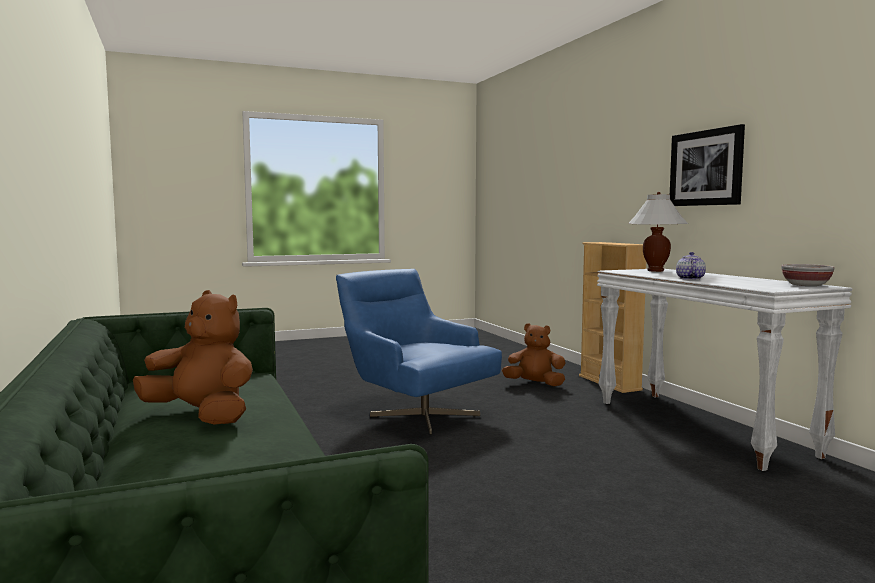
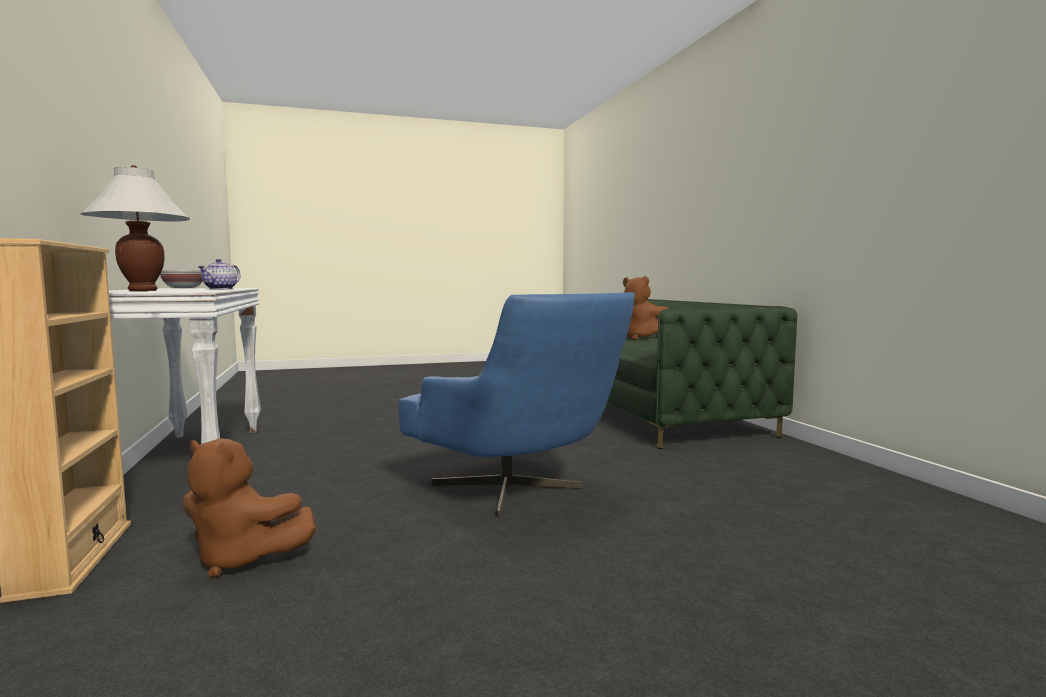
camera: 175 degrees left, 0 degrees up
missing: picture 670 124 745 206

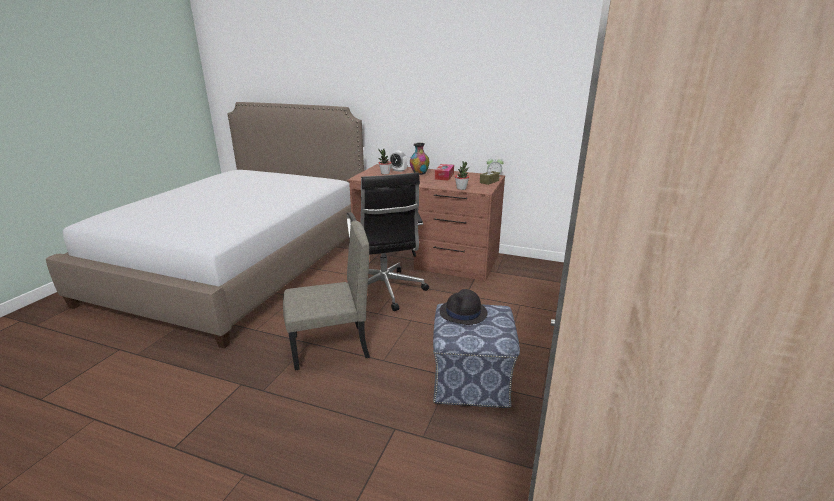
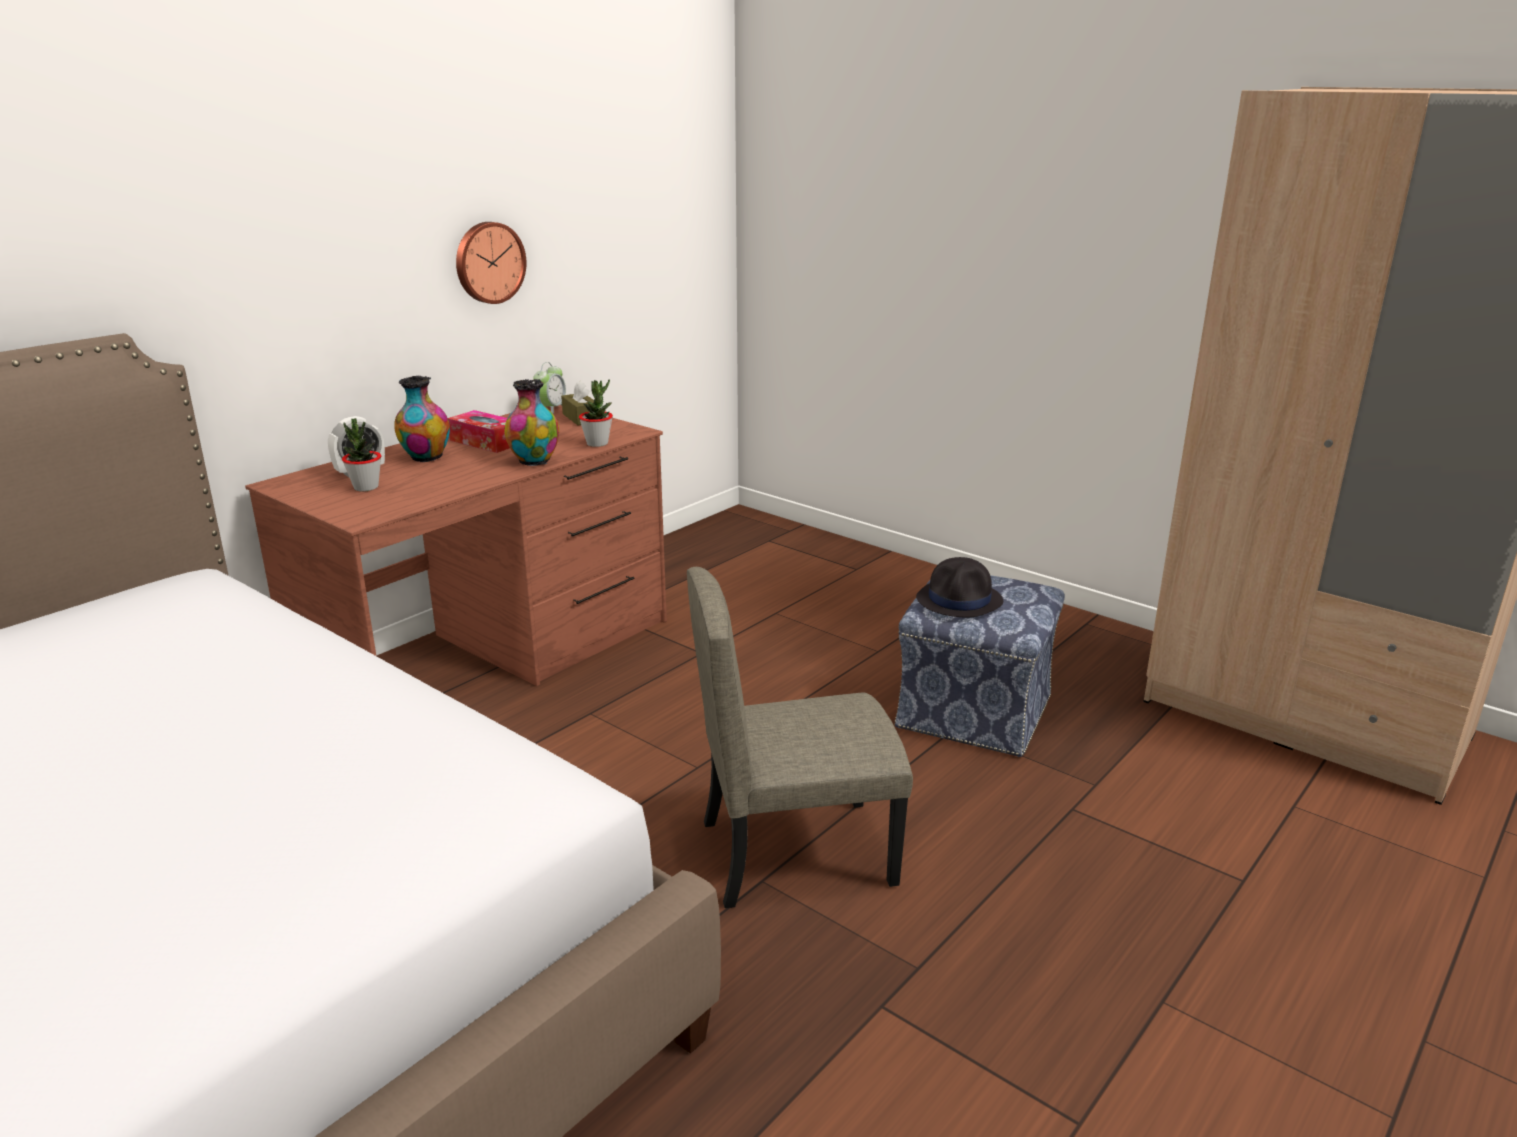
camera: 70 degrees left, 0 degrees up
missing: black office chair 347 172 429 311
appeared: wall clock 456 222 526 304; vase 504 379 559 466
spun: beige chair 283 221 370 370 = 687 567 913 908 105 degrees counterclockwise

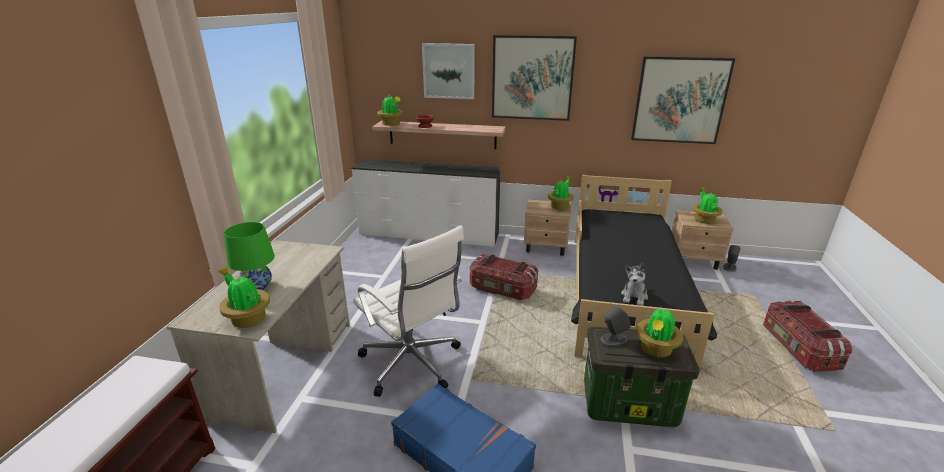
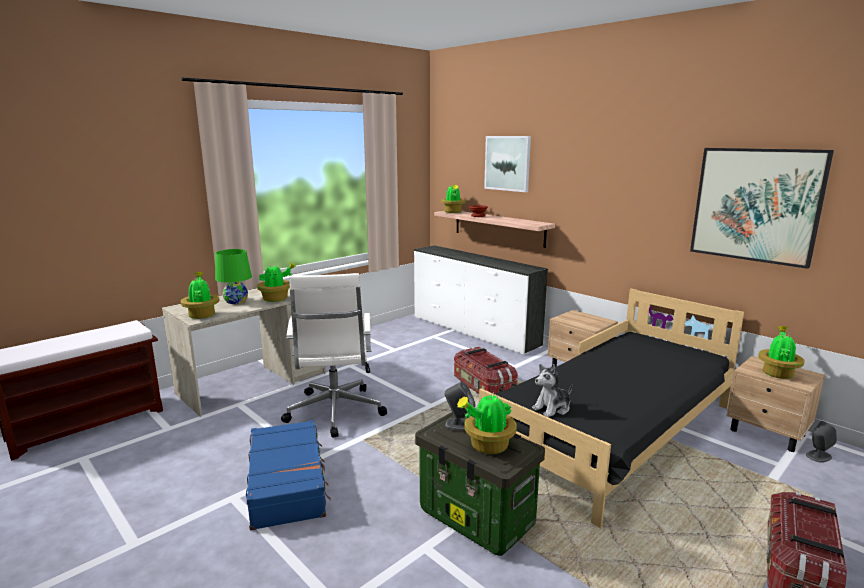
camera: 35 degrees right, 10 degrees down
missing: picture 492 35 577 121
relocated: potted plant 548 176 574 210 to 257 262 296 302

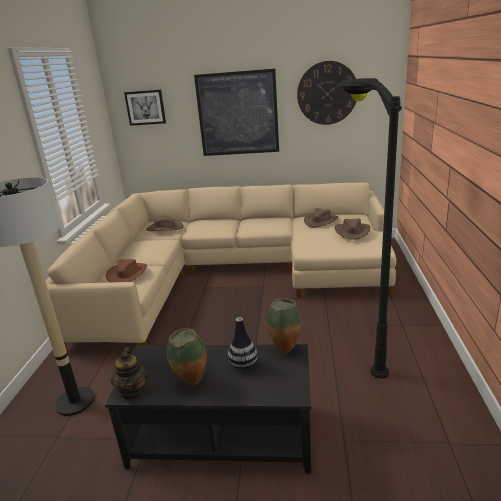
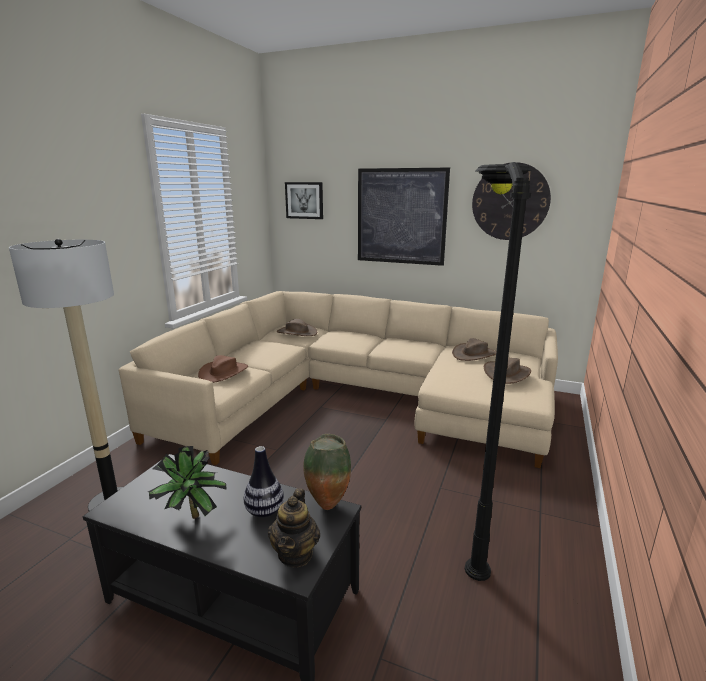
camera: 15 degrees right, 5 degrees down
relocated: teapot 110 347 149 400 to 268 488 320 567
exchanged: vase 167 328 207 385 to potted plant 148 446 227 519

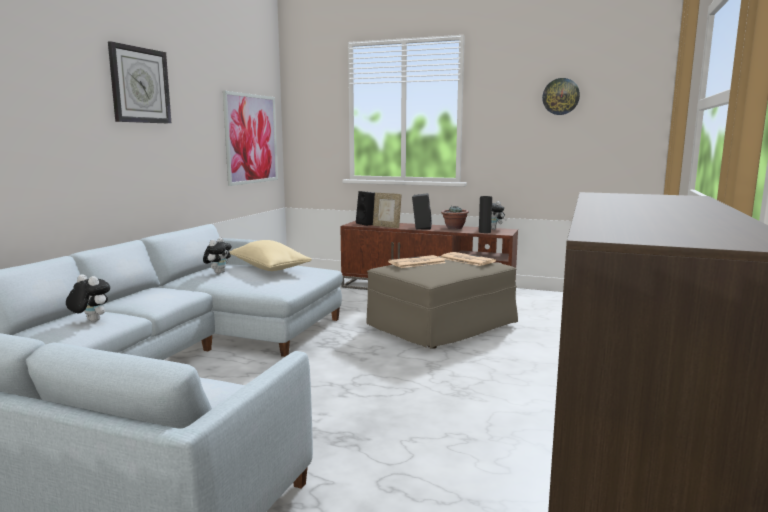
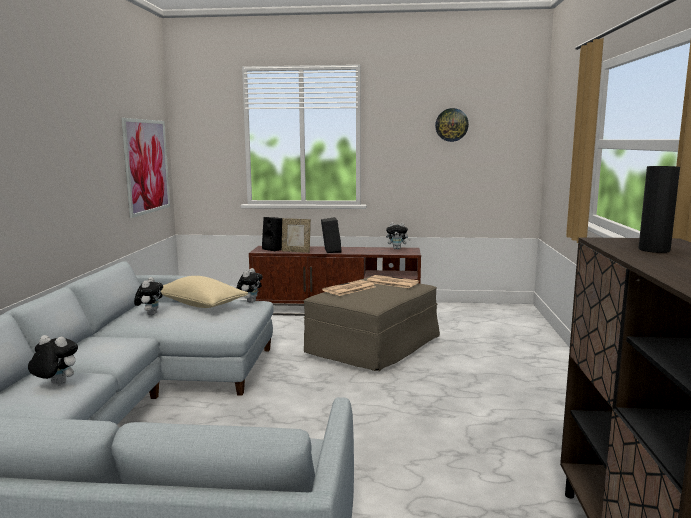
camera: 15 degrees left, 0 degrees up
missing: wall clock 108 41 171 124; potted plant 441 206 469 229
appeared: plush toy 237 268 263 303
relocated: black vase 479 196 492 233 to 638 166 680 253

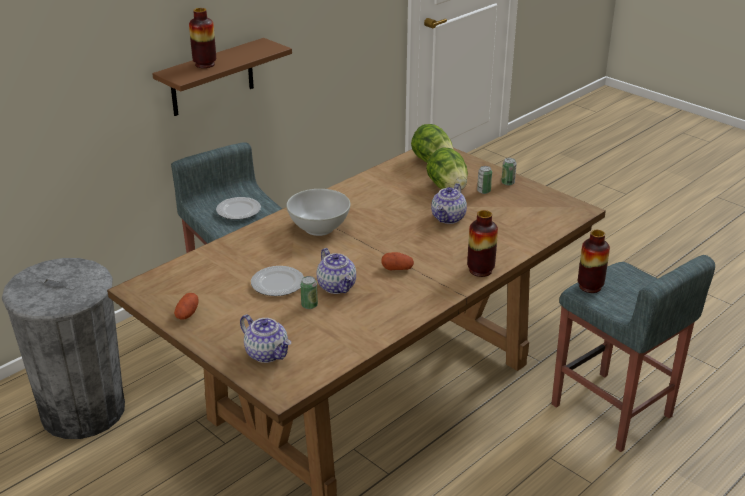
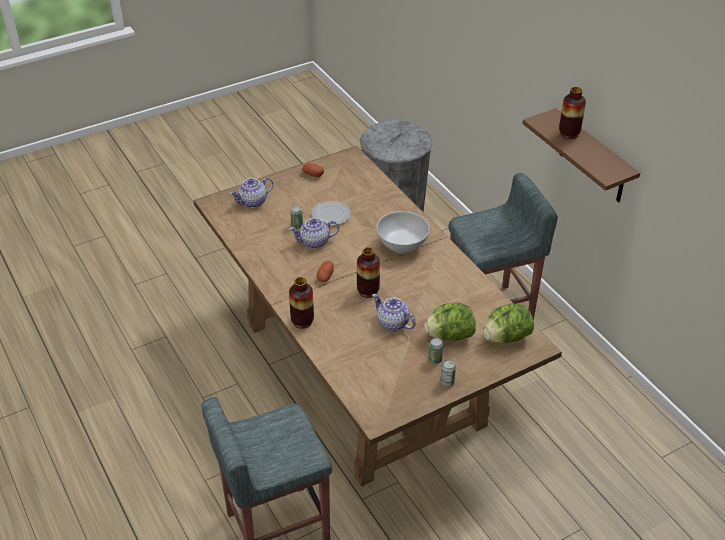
camera: 105 degrees right, 10 degrees up
missing: plate 216 197 261 220
relocated: vase 578 230 610 293 to 357 247 380 298

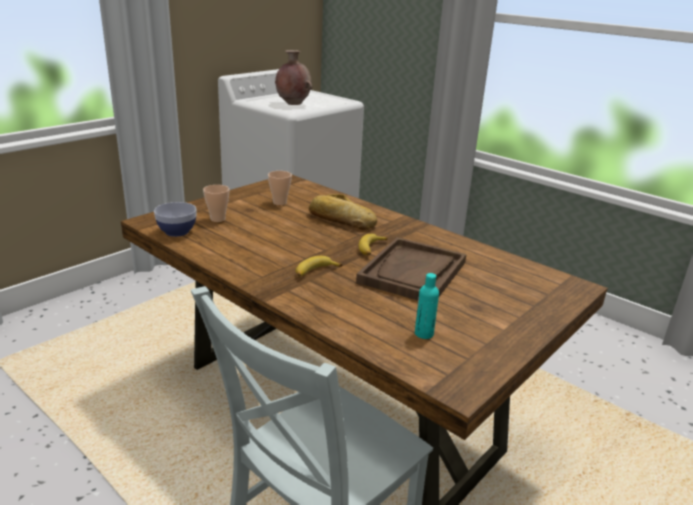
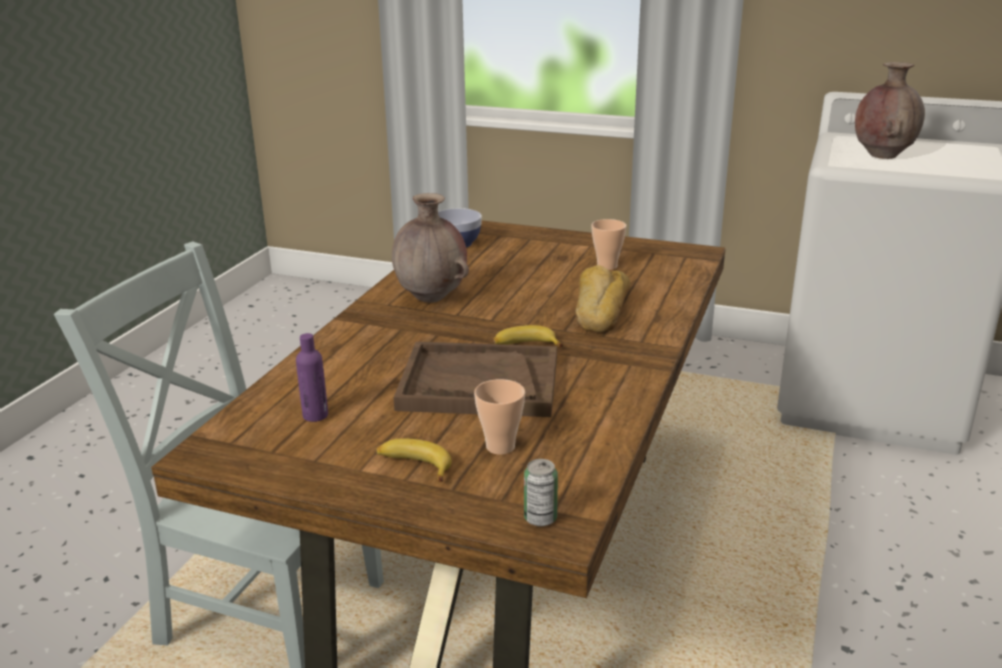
camera: 70 degrees right, 0 degrees up
appeared: brown vase 392 193 469 303; can 524 459 558 526
relocated: cup 203 185 229 222 to 474 379 525 455; banana 296 256 342 277 to 376 438 452 482
colour: turquoise bottle 415 273 439 339 to purple bottle 296 333 328 422

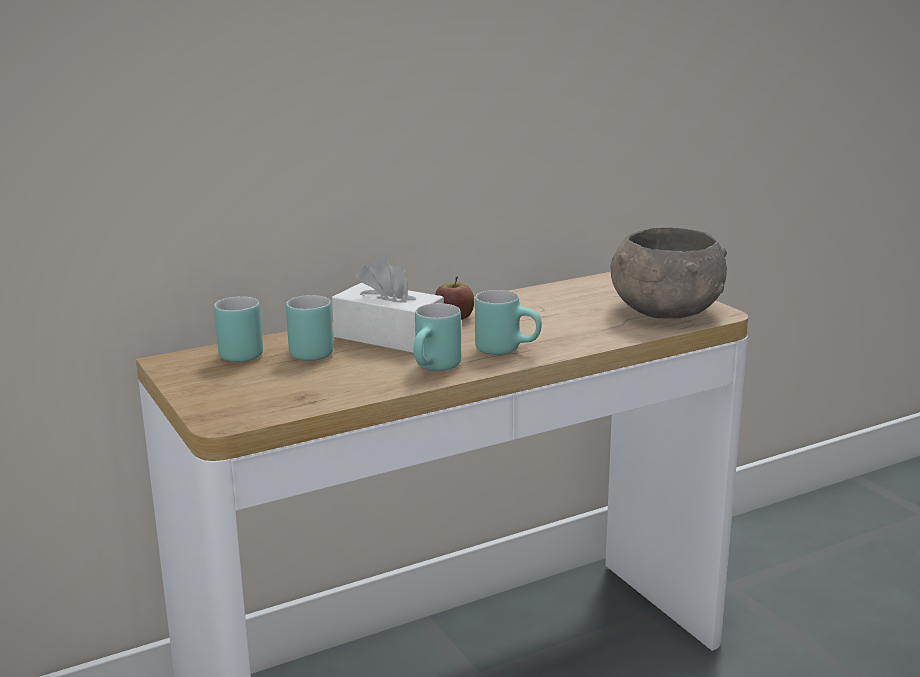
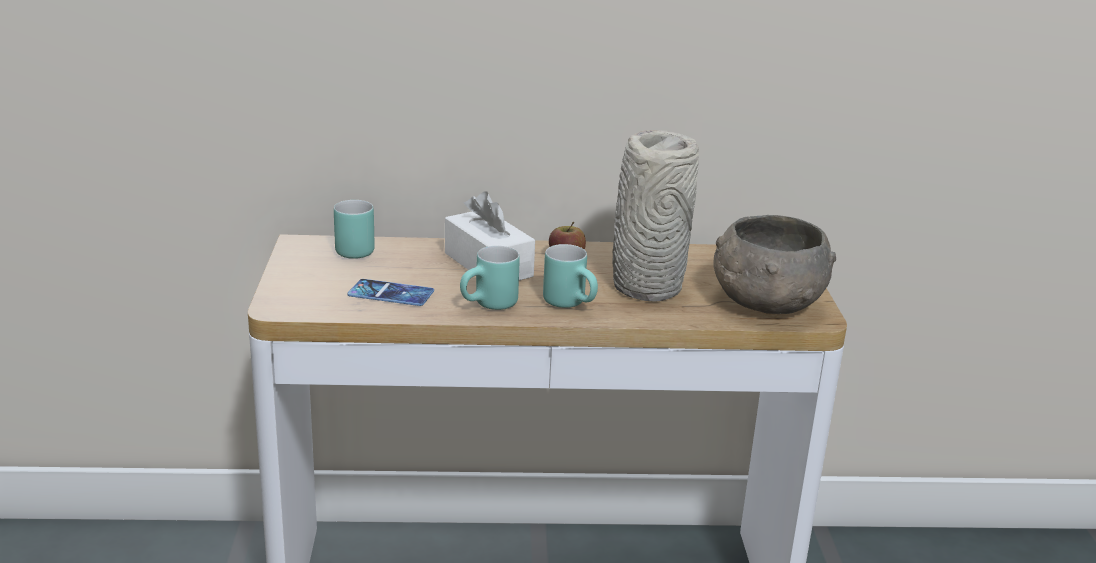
camera: 25 degrees right, 5 degrees up
missing: turquoise mug 286 295 333 361
appeared: phone 347 279 434 306; grey vase 612 130 699 302

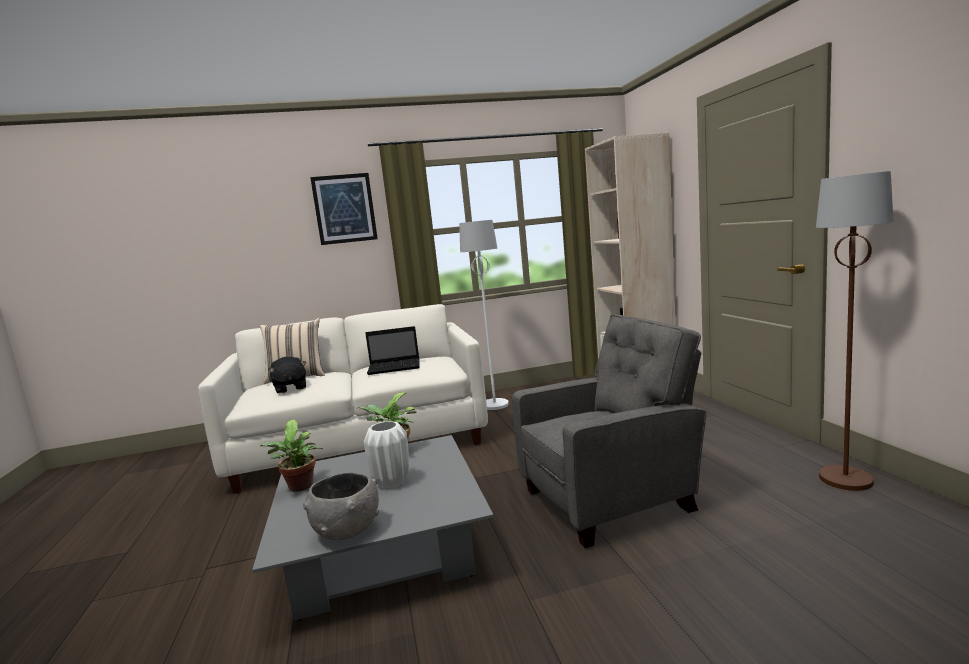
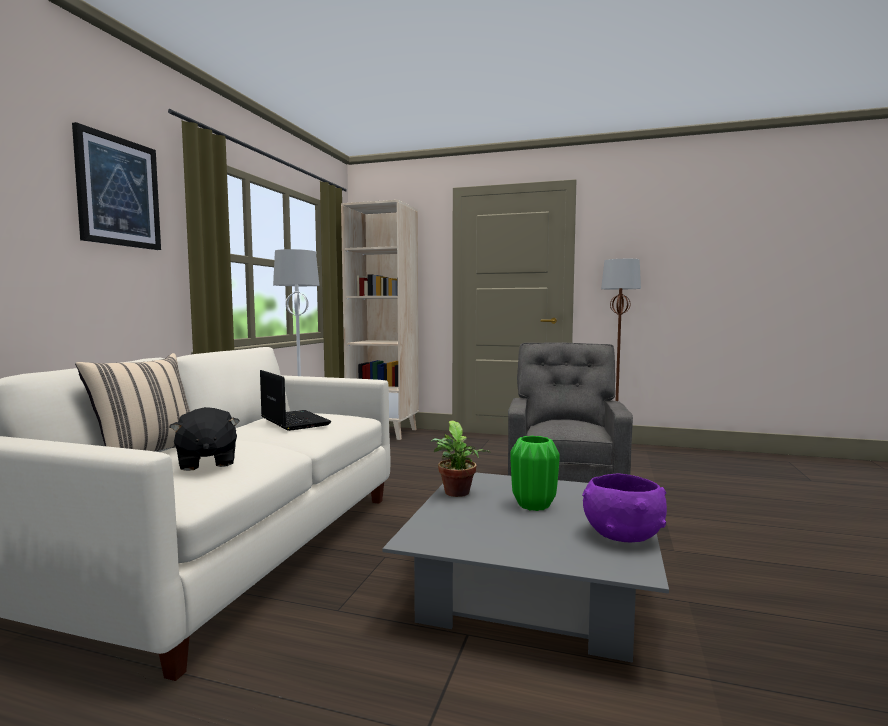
camera: 60 degrees left, 5 degrees down
missing: potted plant 260 420 323 492
colour: grey bowl 303 473 379 540 to purple bowl 582 473 667 543; white vase 364 421 409 488 to green vase 511 436 560 511
spun: black plush toy 268 357 307 394 = 169 407 240 471 60 degrees clockwise; laptop 365 326 420 375 = 260 370 331 431 60 degrees counterclockwise

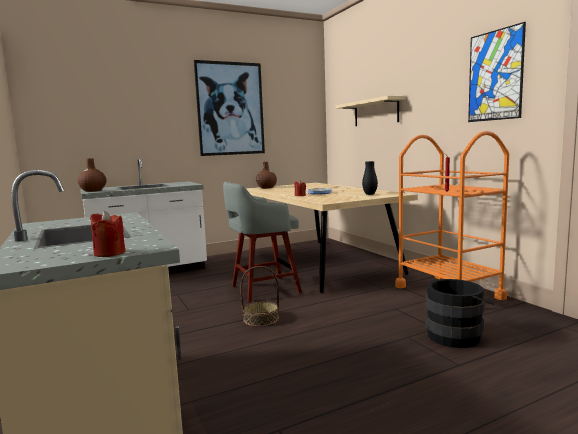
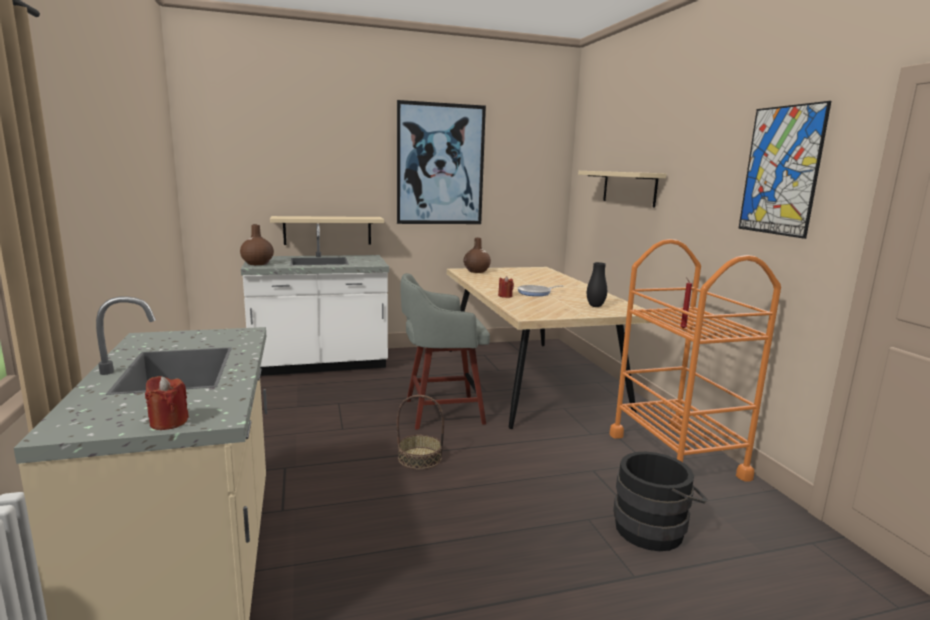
camera: 10 degrees right, 5 degrees up
appeared: beige shelf 270 216 384 245

